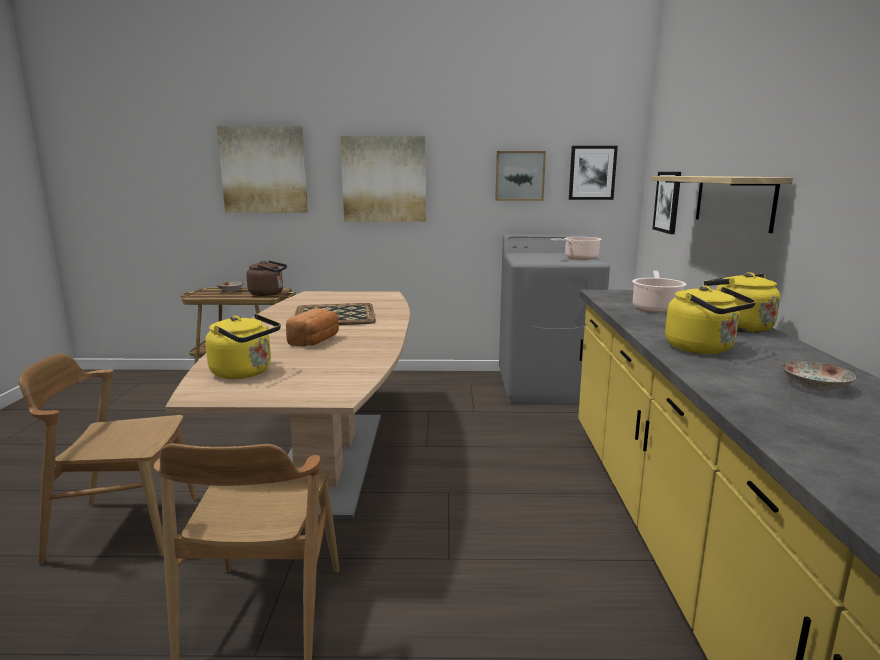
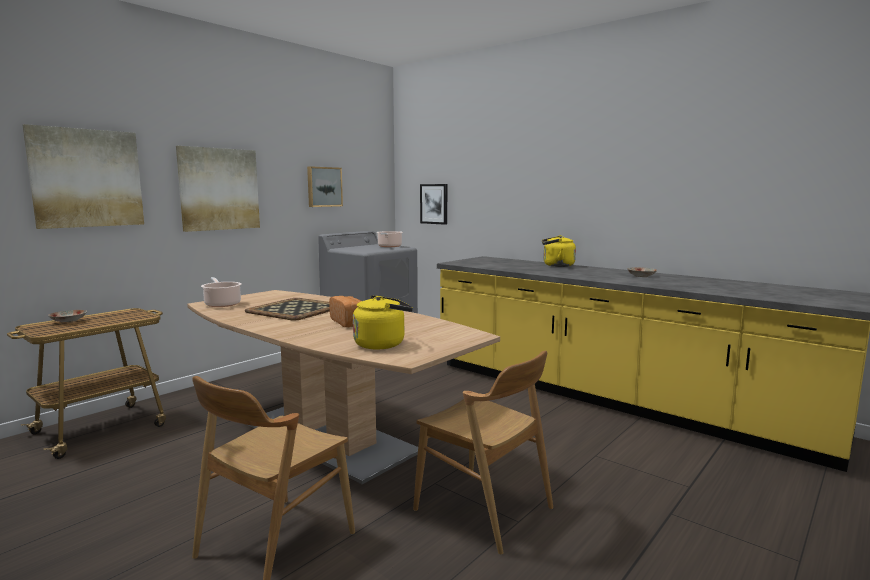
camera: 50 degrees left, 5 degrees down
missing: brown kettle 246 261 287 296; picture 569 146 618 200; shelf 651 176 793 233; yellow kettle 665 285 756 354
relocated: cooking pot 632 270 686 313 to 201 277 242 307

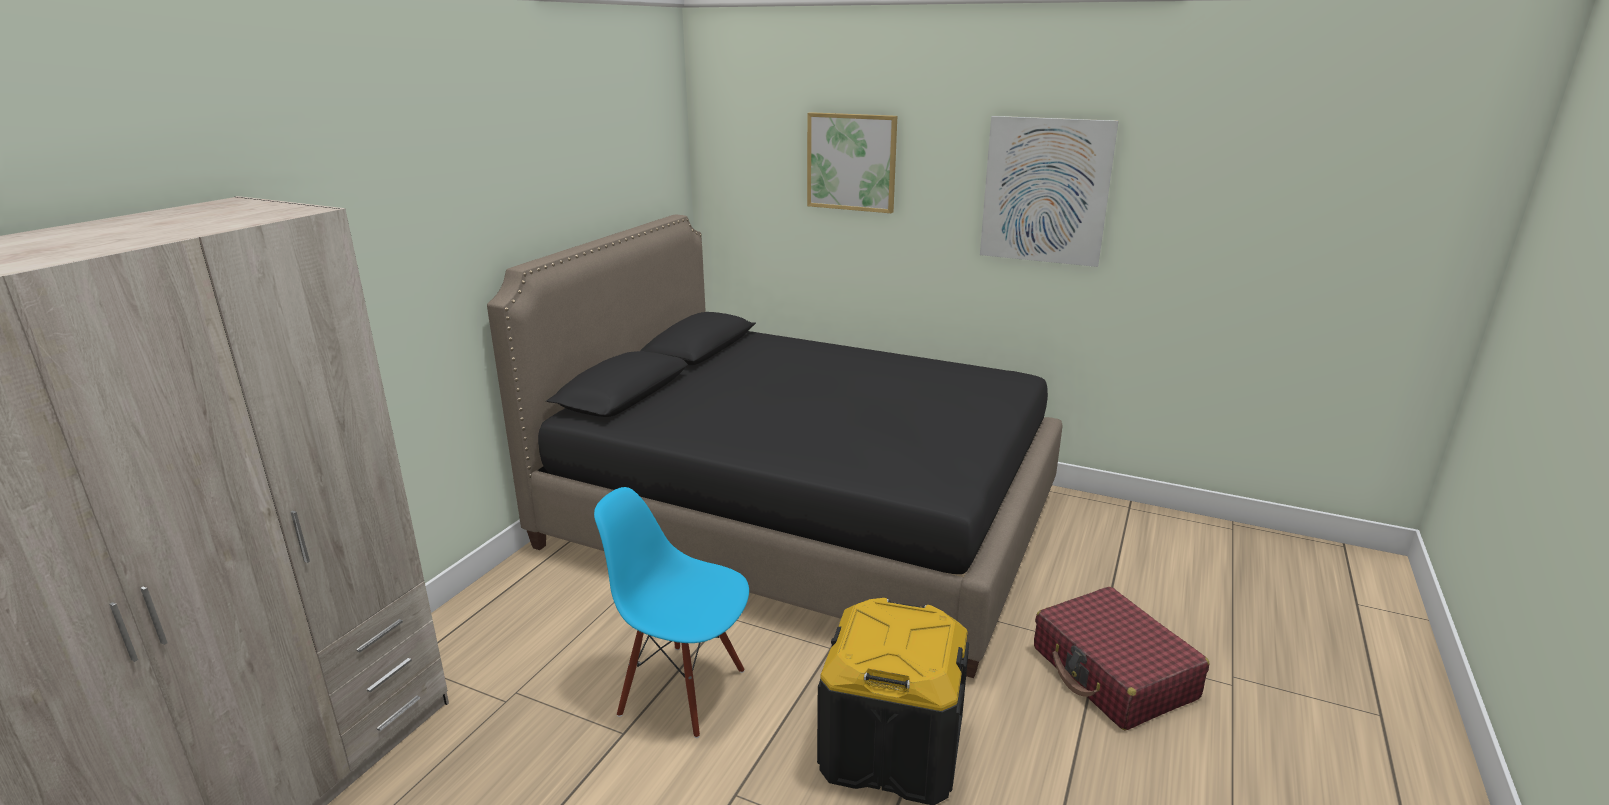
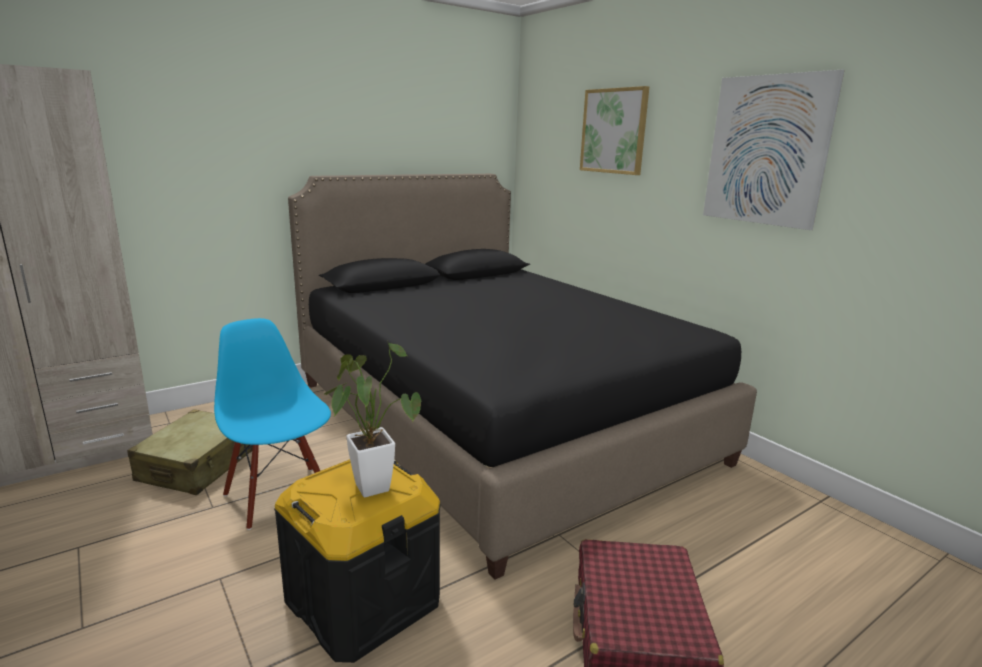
camera: 30 degrees right, 5 degrees down
appeared: beige suitcase 127 409 253 495; potted plant 324 341 421 497

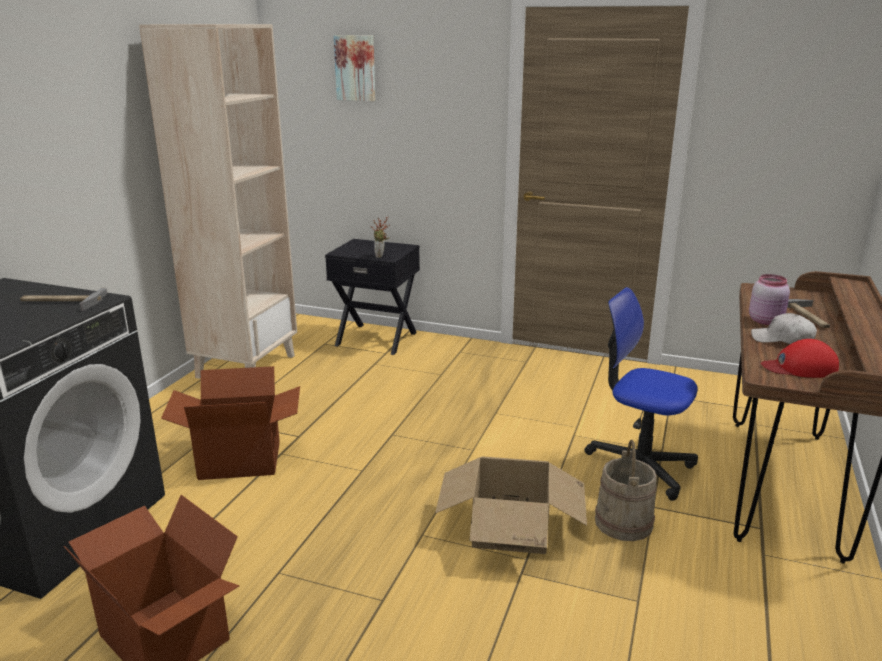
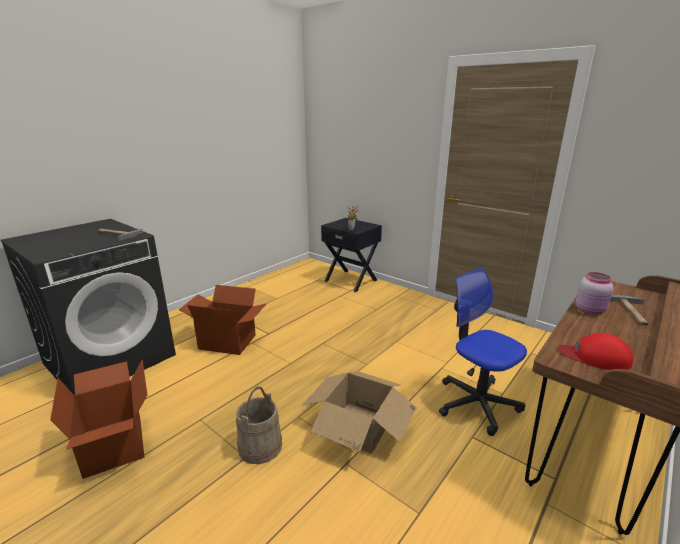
camera: 20 degrees right, 0 degrees up
missing: beige bookcase 139 24 297 379; picture 334 35 376 101; white cap 751 313 817 344
relocated: beige bucket 595 440 657 541 to 236 386 282 464

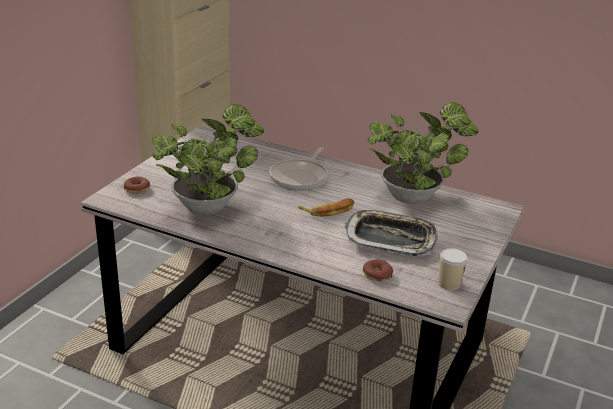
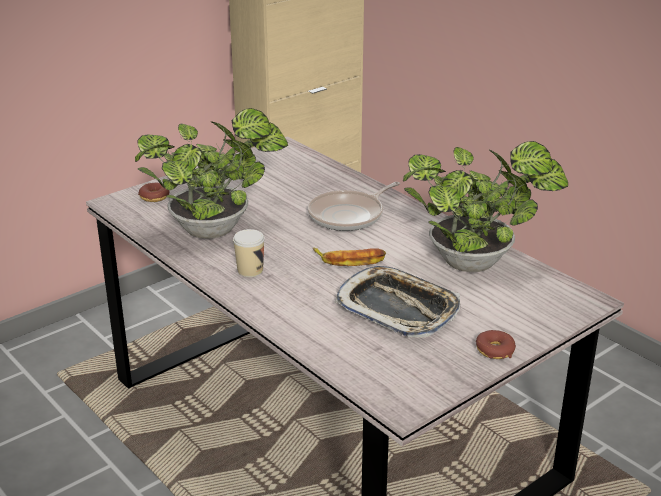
camera: 25 degrees right, 0 degrees up
relocated: donut 363 259 393 281 to 476 330 516 359; cup 439 248 468 290 to 233 229 265 277

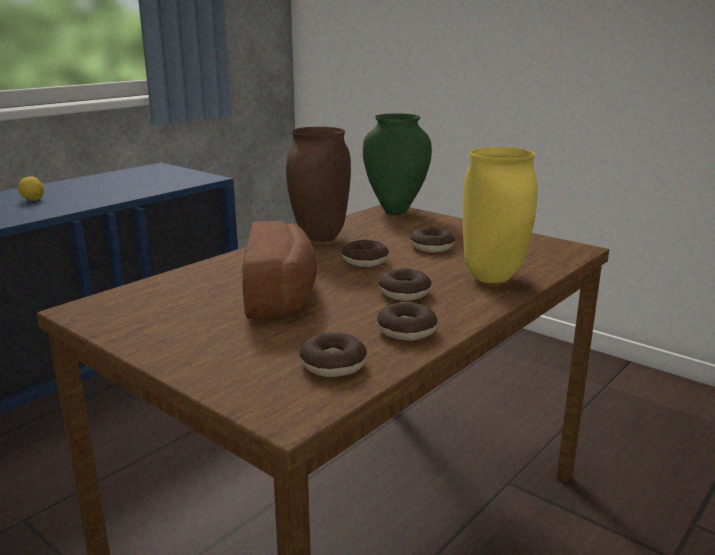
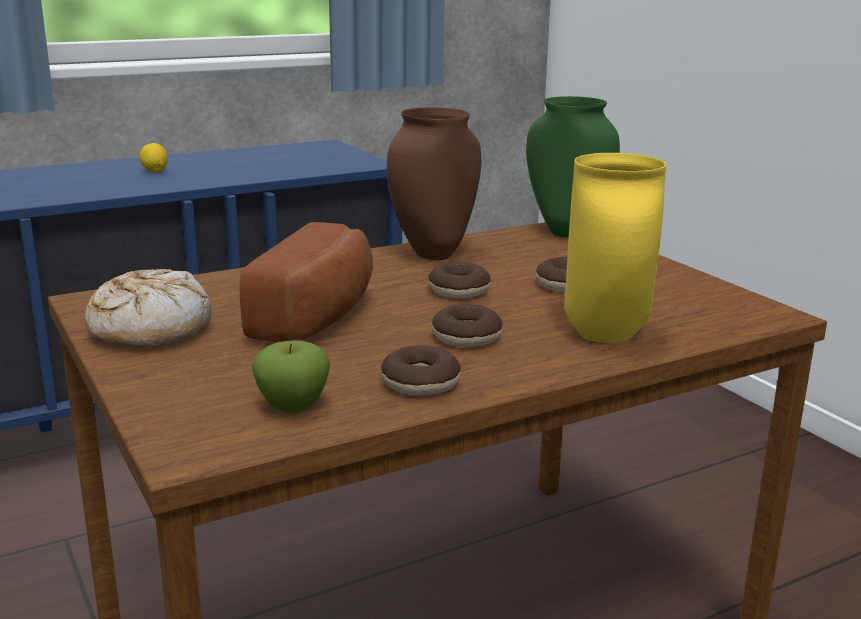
camera: 20 degrees right, 0 degrees up
appeared: bread 85 269 211 347
exchanged: donut 299 332 367 377 to apple 252 340 330 413

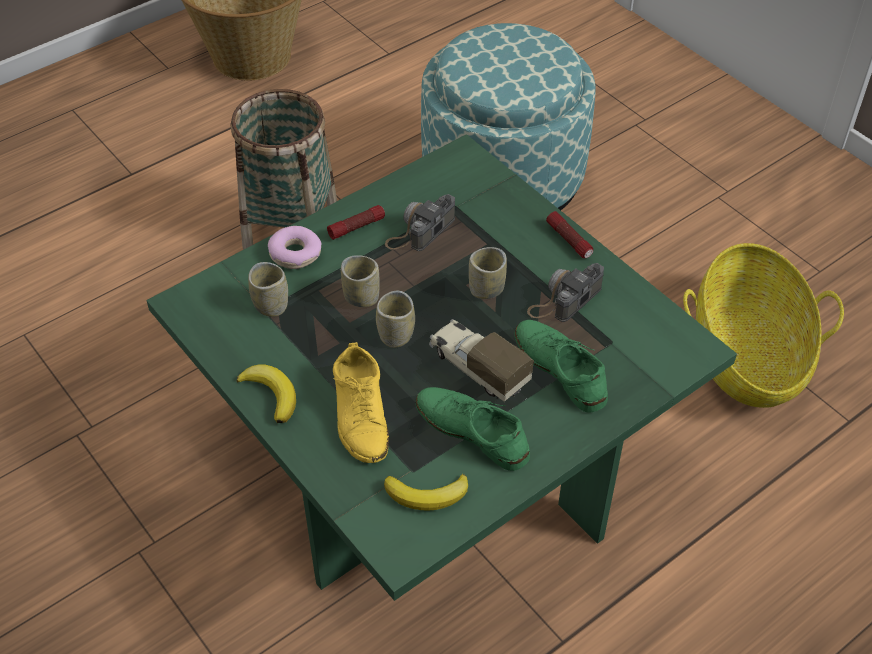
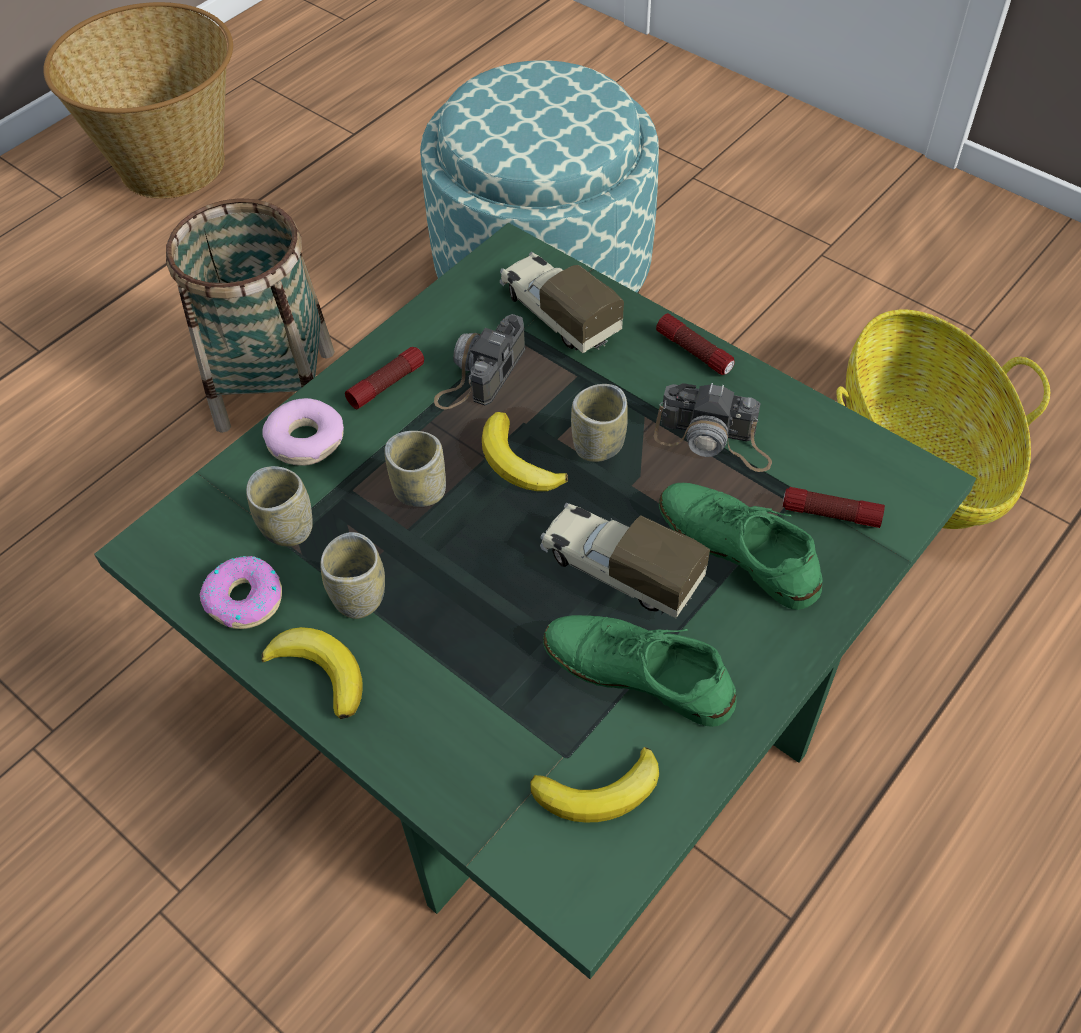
camera: 10 degrees left, 5 degrees up
missing: yellow shoe 333 342 389 463
appeared: donut 199 556 282 629; banana 482 412 568 491; toy truck 500 252 624 353; flashlight 783 487 885 528
relocated: cup 376 291 415 348 to 320 532 385 619
spun: photo camera 527 263 604 322 = 654 383 772 472 105 degrees counterclockwise

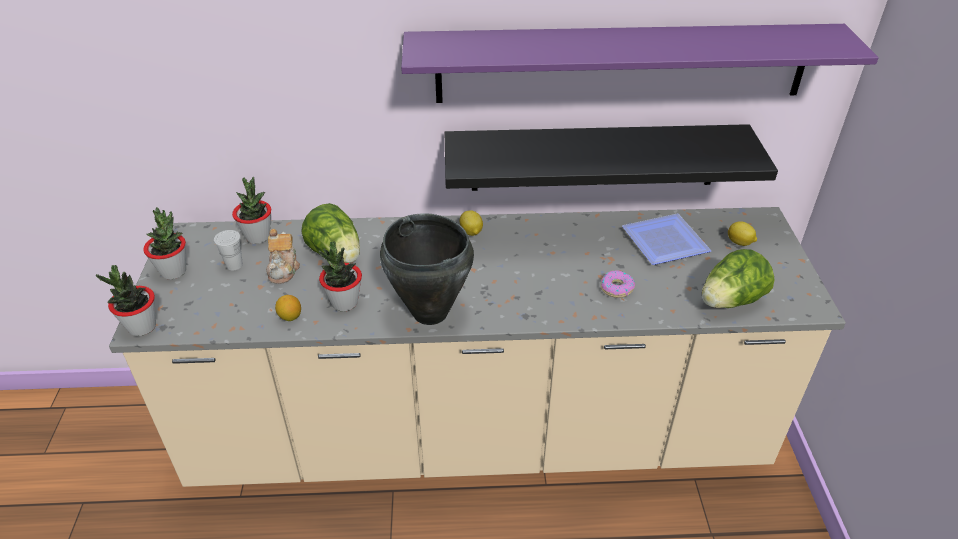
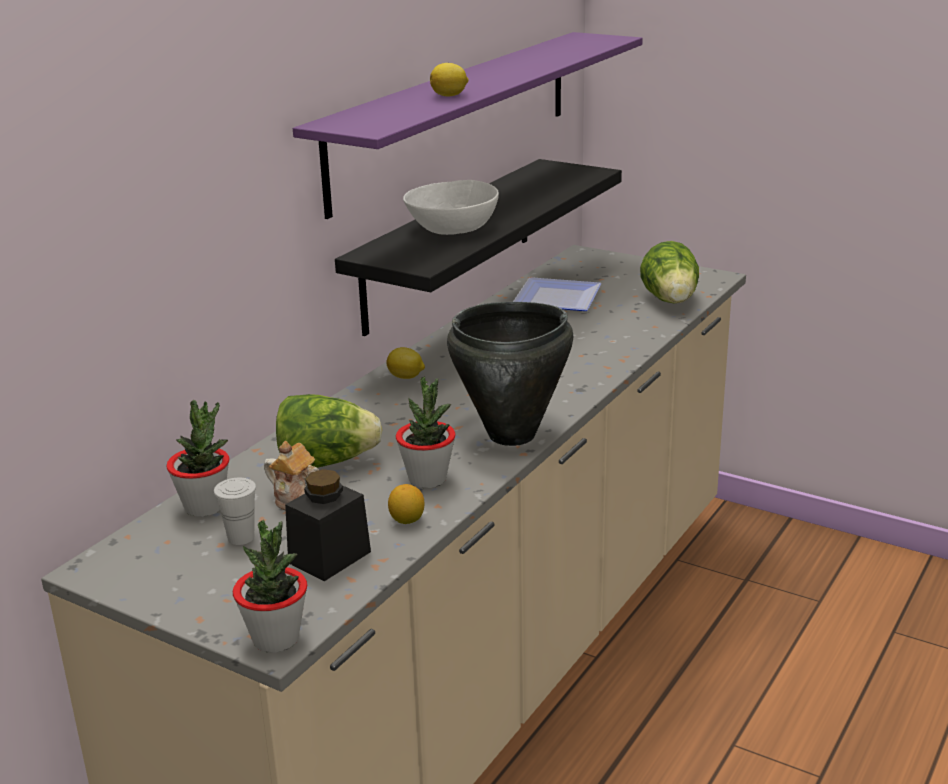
camera: 55 degrees left, 15 degrees down
missing: potted plant 143 207 186 279; donut 601 270 635 298
appeared: black jar 285 469 371 581; white bowl 403 180 499 235
relocated: lemon 728 221 757 246 to 430 63 468 96

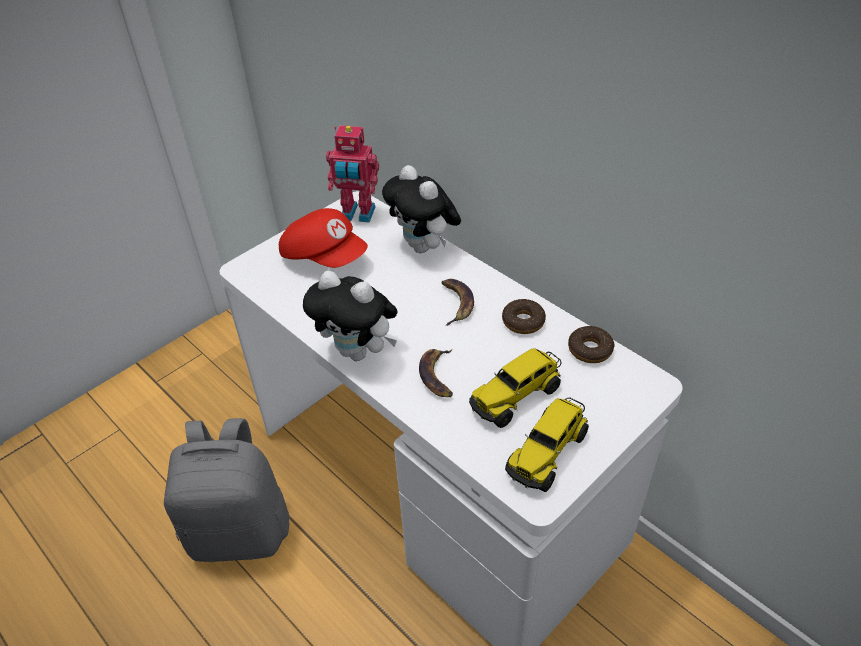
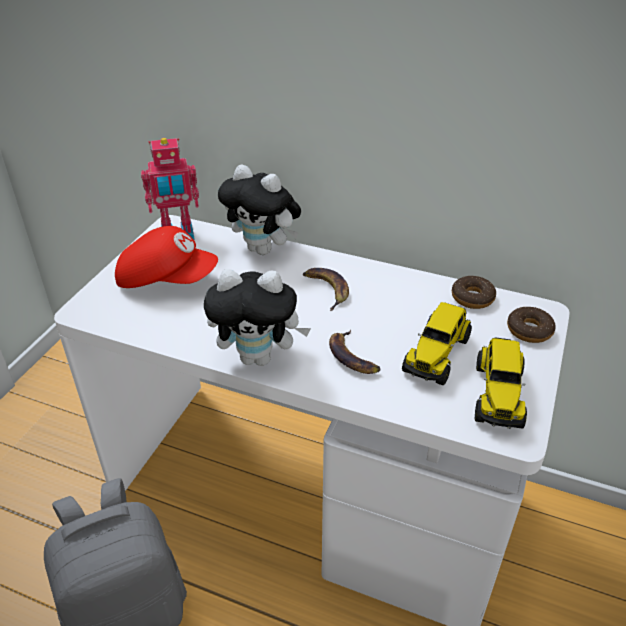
camera: 25 degrees left, 5 degrees down
relocated: donut 502 299 546 334 to 507 307 556 343

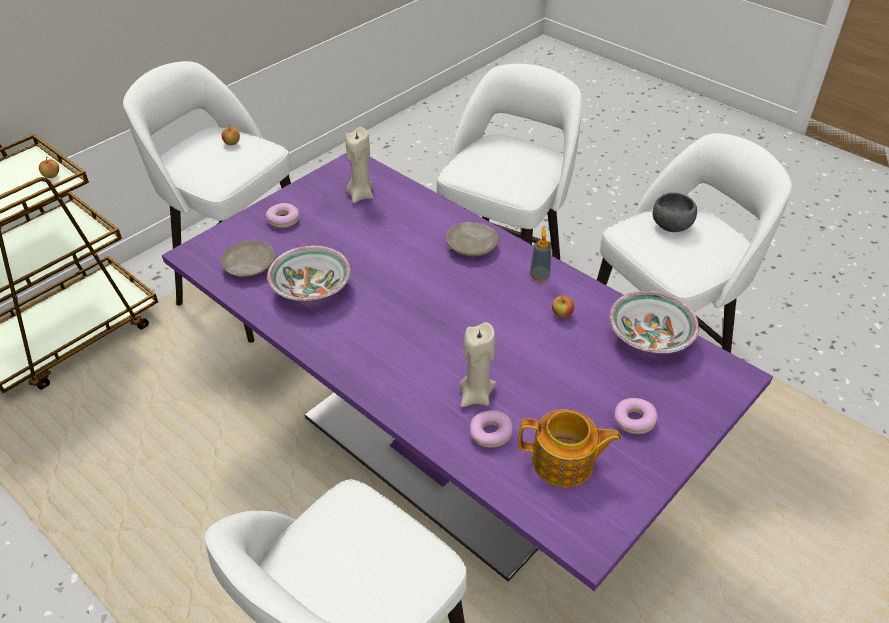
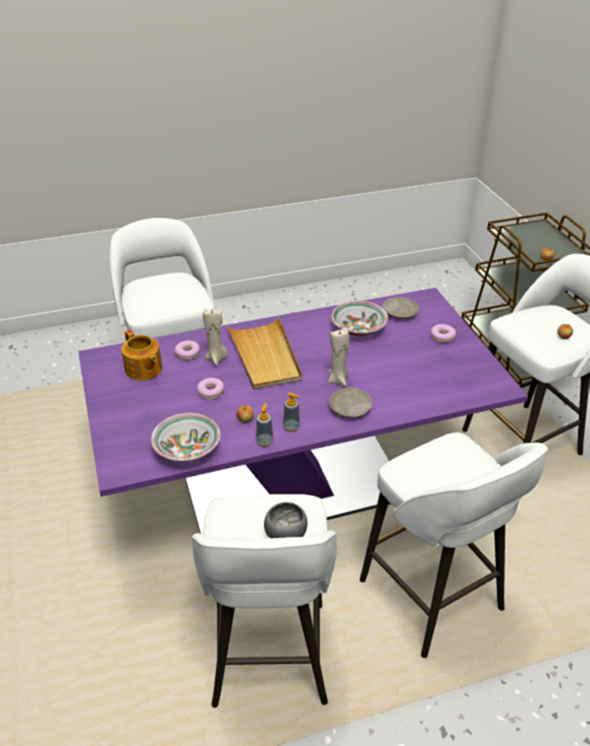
camera: 120 degrees right, 5 degrees down
appeared: beige tray 227 317 302 390; soap dispenser 256 403 273 447
relocated: beige candle 346 127 373 203 to 328 328 350 387; donut 614 398 657 434 to 197 378 224 399
spun: teapot 518 409 621 487 = 121 329 162 381 75 degrees counterclockwise

